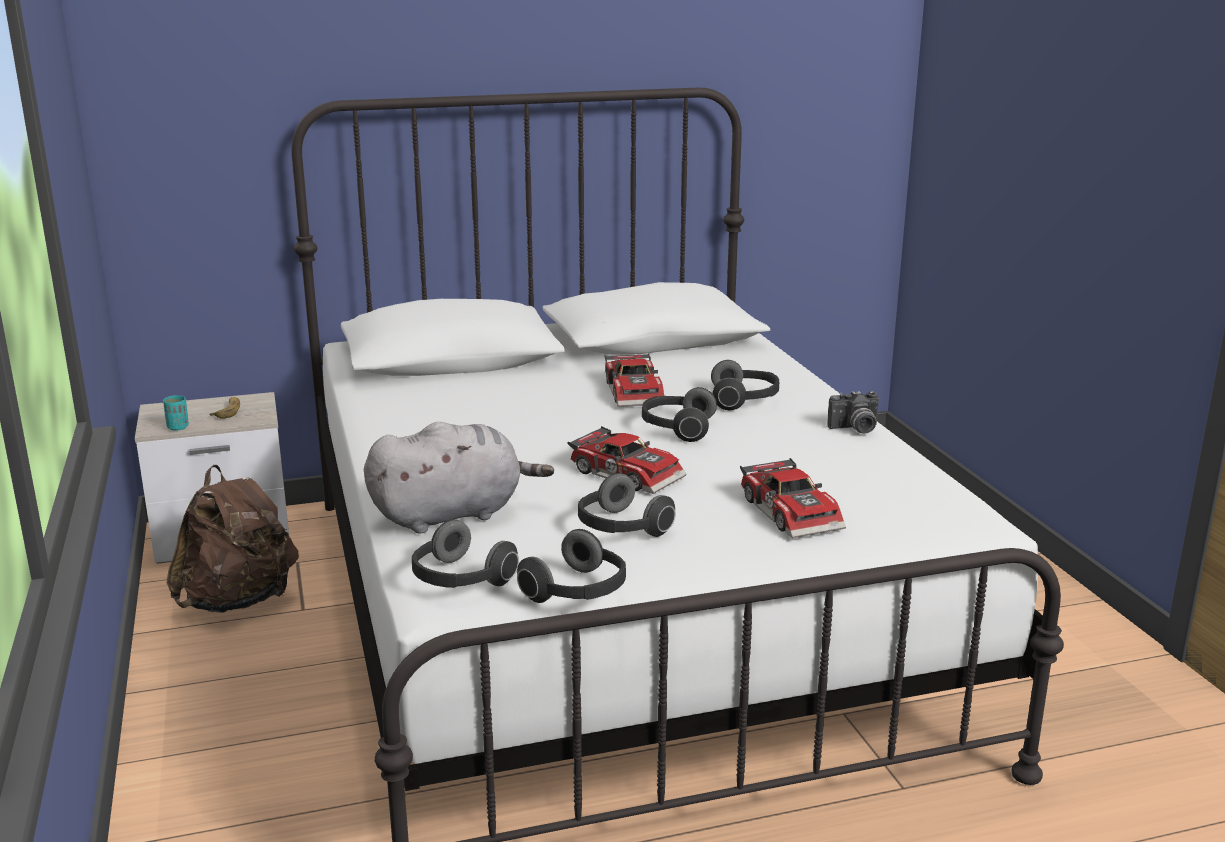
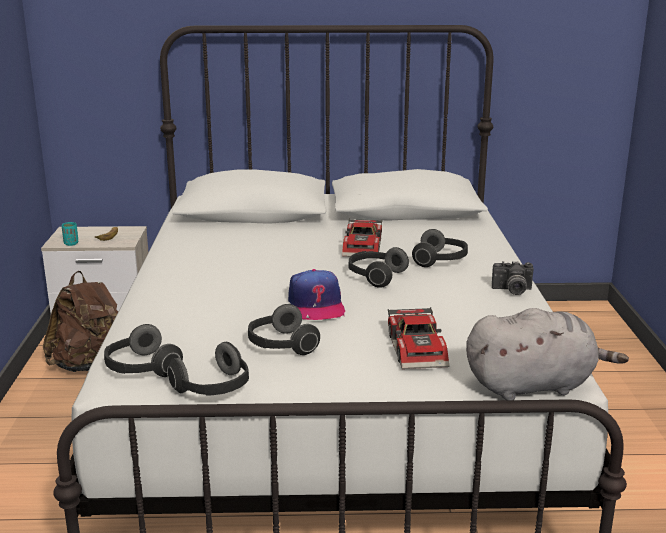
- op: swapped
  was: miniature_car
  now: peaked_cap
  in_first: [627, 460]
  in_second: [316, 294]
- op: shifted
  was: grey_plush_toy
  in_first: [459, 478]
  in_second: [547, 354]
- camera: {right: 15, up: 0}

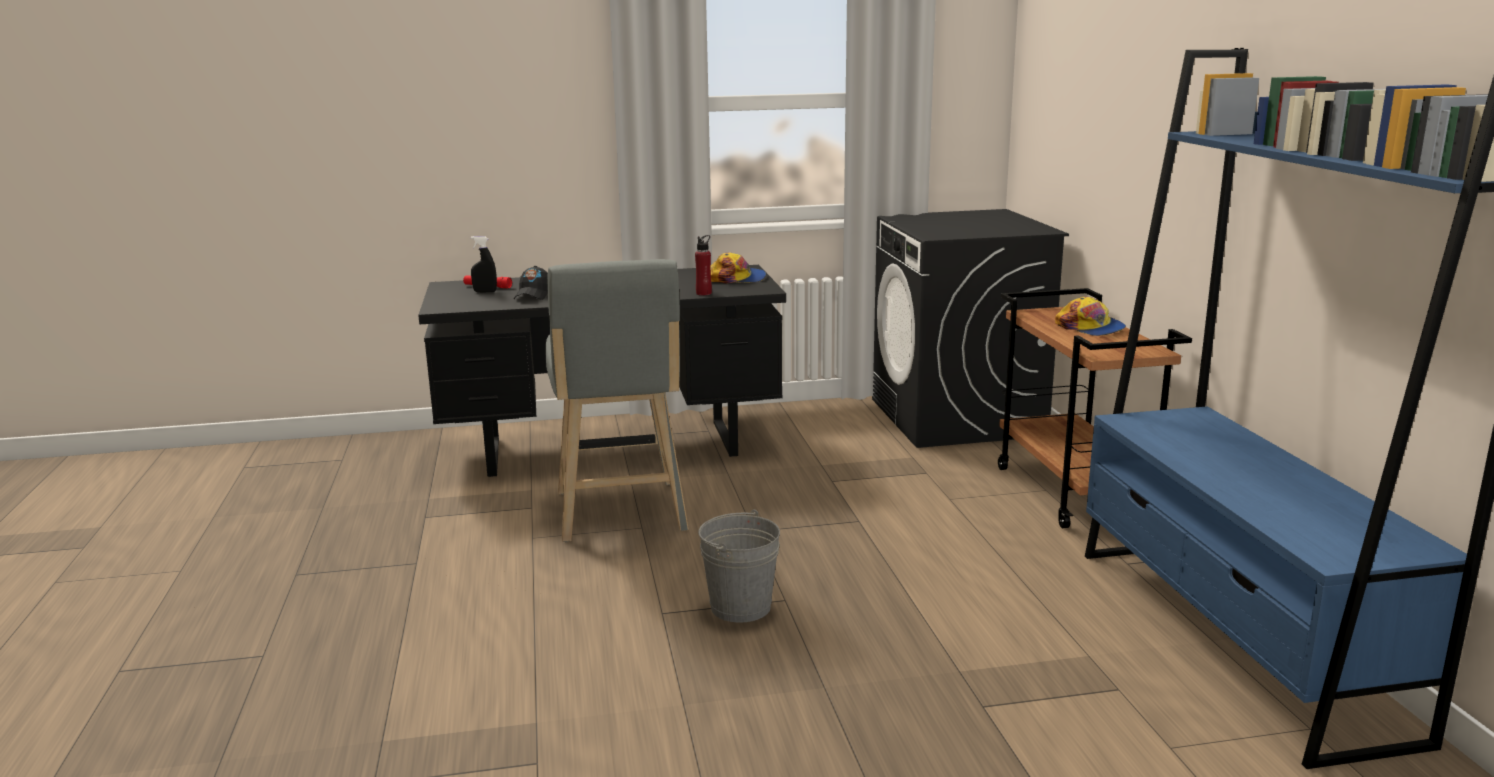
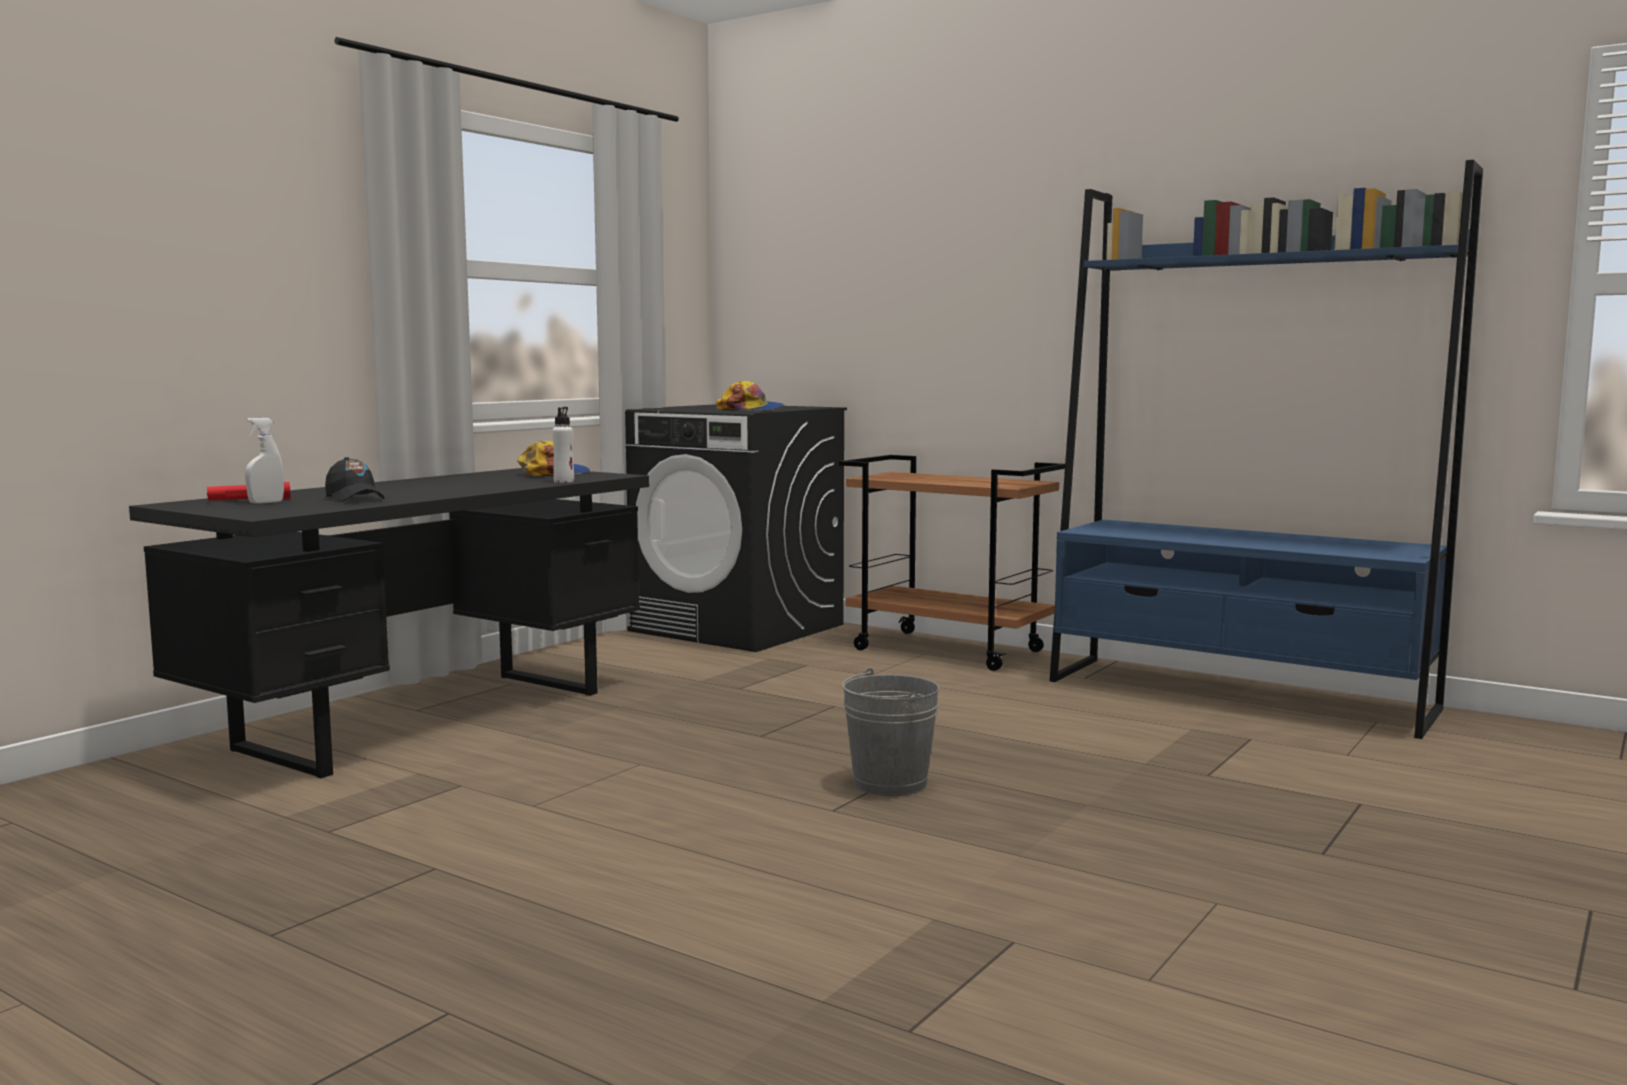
- op: repainted
  was: black-coloured_spray_bottle
  now: whitish_spray_bottle
  in_first: [484, 264]
  in_second: [264, 460]
- op: repainted
  was: red-coloured_drink_bottle
  now: whitish_drink_bottle
  in_first: [703, 265]
  in_second: [563, 445]
- op: shifted
  was: peaked_cap
  in_first: [1090, 316]
  in_second: [750, 396]
- op: gone
  was: grey_stool_seat
  in_first: [617, 400]
- camera: {right: -45, up: -10}

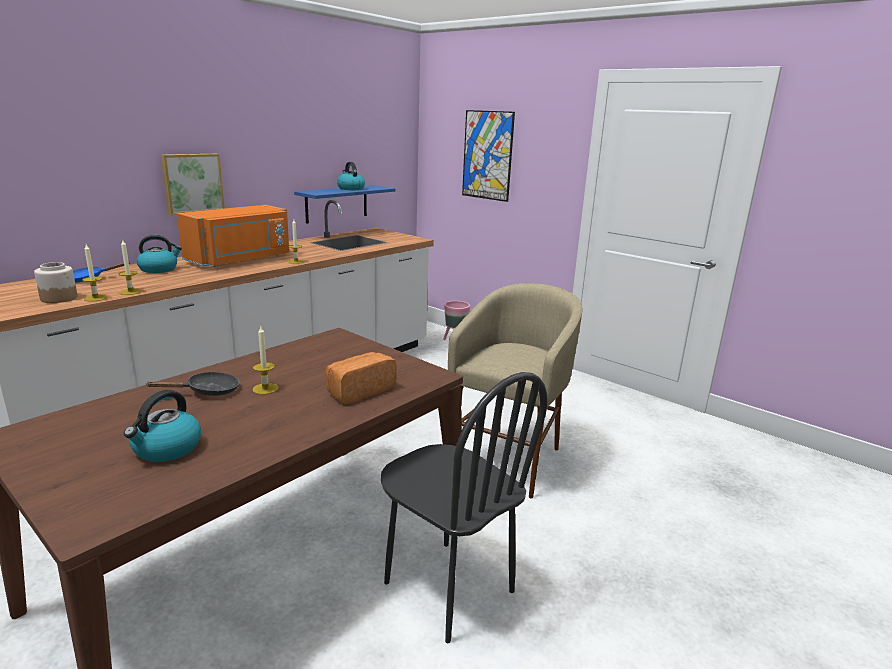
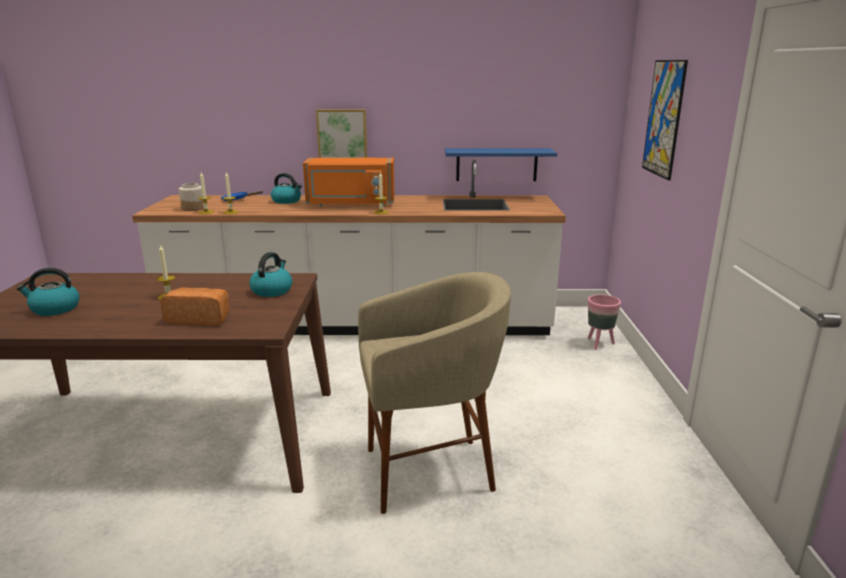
- op: shifted
  was: tea_kettle
  in_first: [351, 176]
  in_second: [271, 274]
- op: gone
  was: black-coloured_skillet
  in_first: [193, 384]
- op: gone
  was: black-coloured_upright_chair
  in_first: [464, 507]
- camera: {right: 50, up: 0}

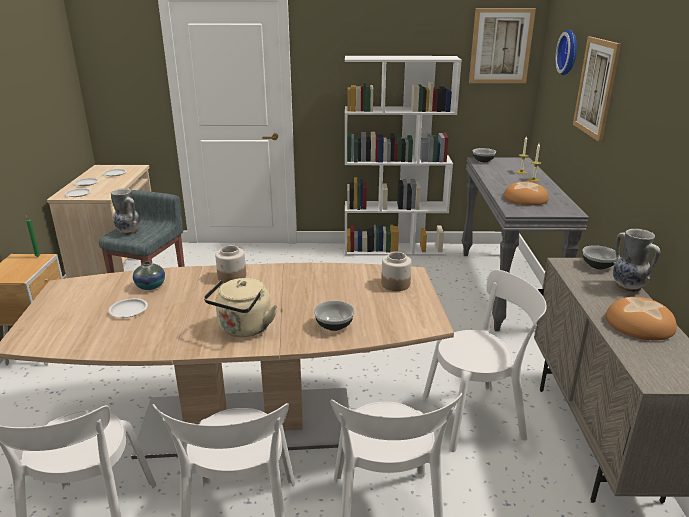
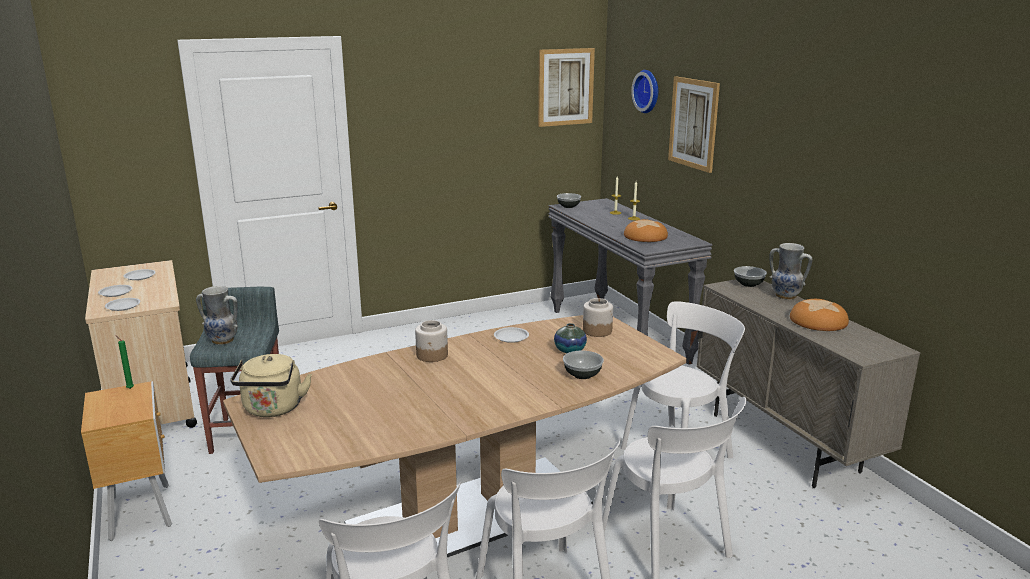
- op: shifted
  was: beige-coloured_tea_kettle
  in_first: [240, 307]
  in_second: [271, 385]
- op: shifted
  was: whitish_dinner_plate
  in_first: [128, 308]
  in_second: [511, 335]
- op: shifted
  was: decorative_vase
  in_first: [149, 275]
  in_second: [570, 338]
- op: gone
  was: whitish_bookcase
  in_first: [403, 156]
- camera: {right: -25, up: -5}

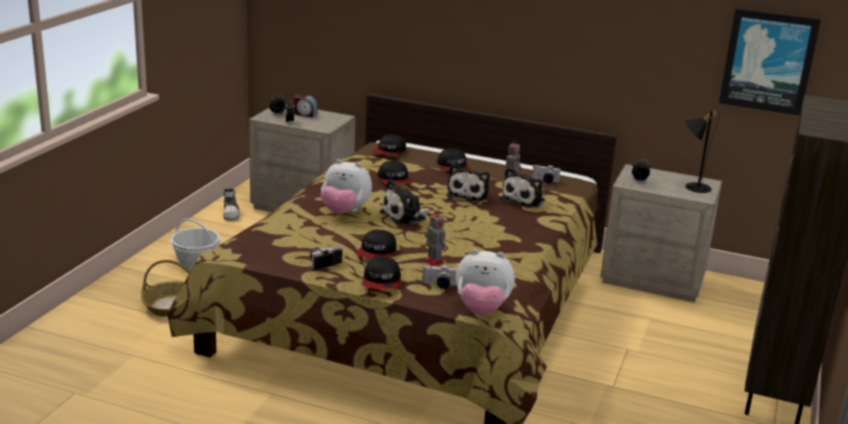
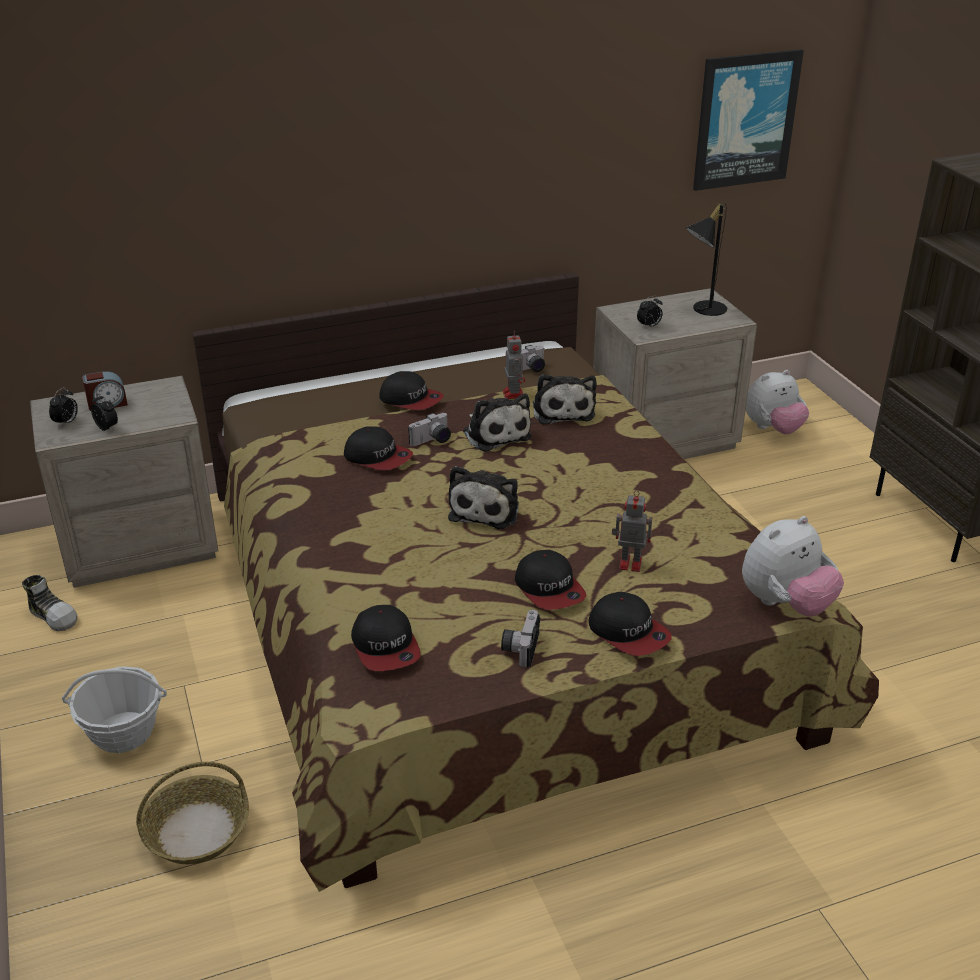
- op: shifted
  was: peaked_cap
  in_first: [389, 145]
  in_second: [386, 638]
- op: shifted
  was: photo_camera
  in_first: [439, 276]
  in_second: [429, 429]
- op: shifted
  was: plush_toy
  in_first: [346, 186]
  in_second: [777, 402]
- camera: {right: -40, up: 10}

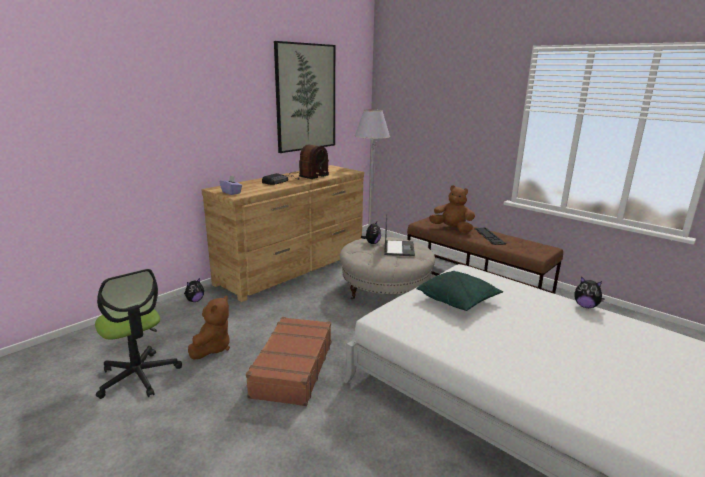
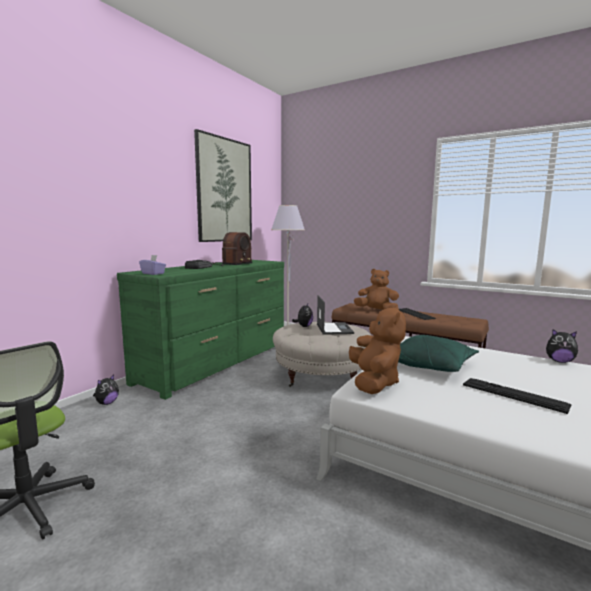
- op: repainted
  was: brown-coloured_dresser
  now: green-coloured_dresser
  in_first: [283, 233]
  in_second: [200, 330]
- op: shifted
  was: brown-coloured_plush_toy
  in_first: [209, 327]
  in_second: [377, 349]
- op: new
  now: computer_keyboard
  in_second: [517, 396]
- op: gone
  was: brown-coloured_suitcase
  in_first: [288, 361]
- camera: {right: -10, up: -10}

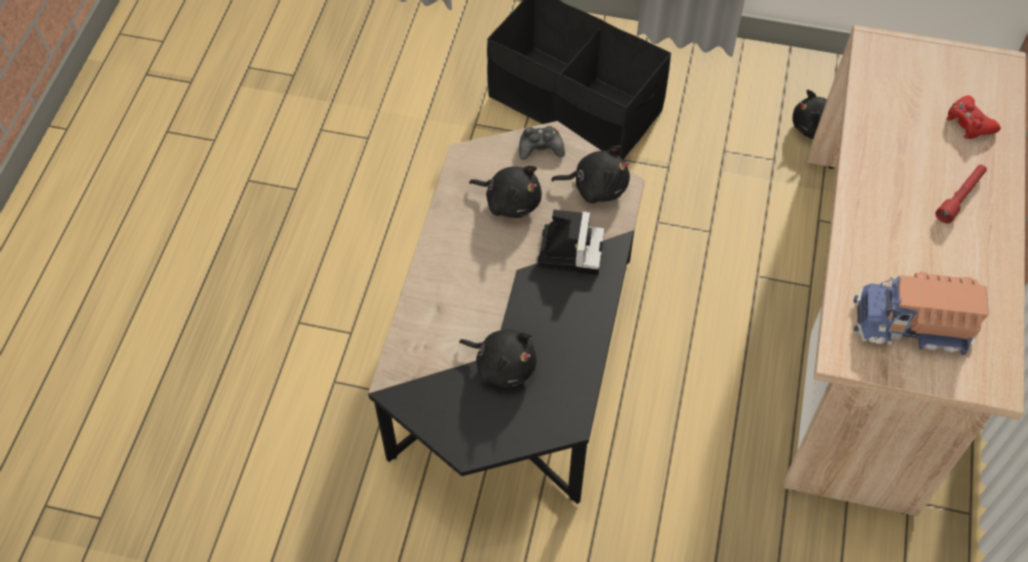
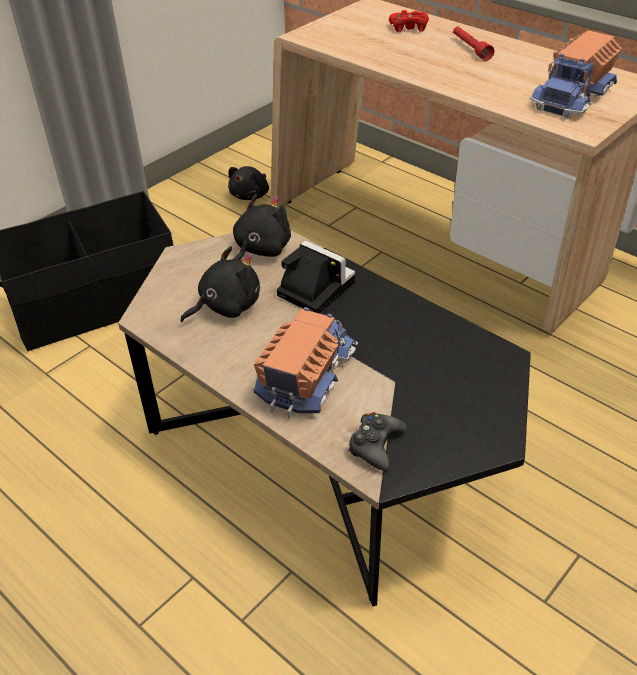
- op: new
  now: model_truck
  in_second: [306, 363]
- op: shifted
  was: black-coloured_gamepad
  in_first: [542, 143]
  in_second: [377, 441]
- op: gone
  was: black-coloured_plush_toy
  in_first: [498, 358]
- camera: {right: -60, up: -15}

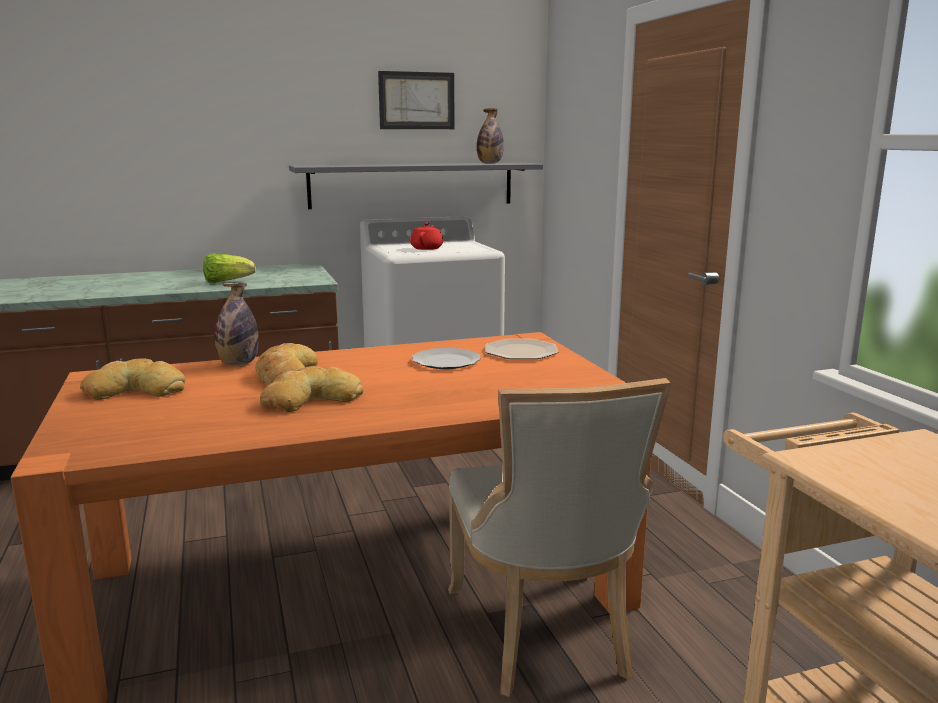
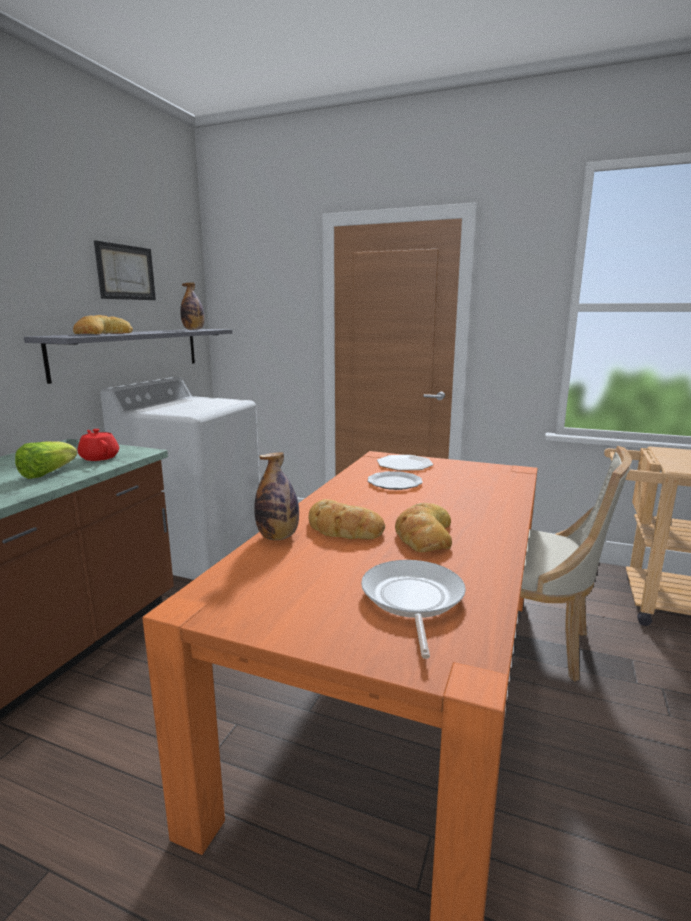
- op: shifted
  was: baked_bread
  in_first: [132, 379]
  in_second: [103, 324]
- op: shifted
  was: red-coloured_pot_for_tea
  in_first: [426, 236]
  in_second: [98, 445]
- op: new
  now: skillet
  in_second: [413, 609]
- camera: {right: -50, up: 0}

